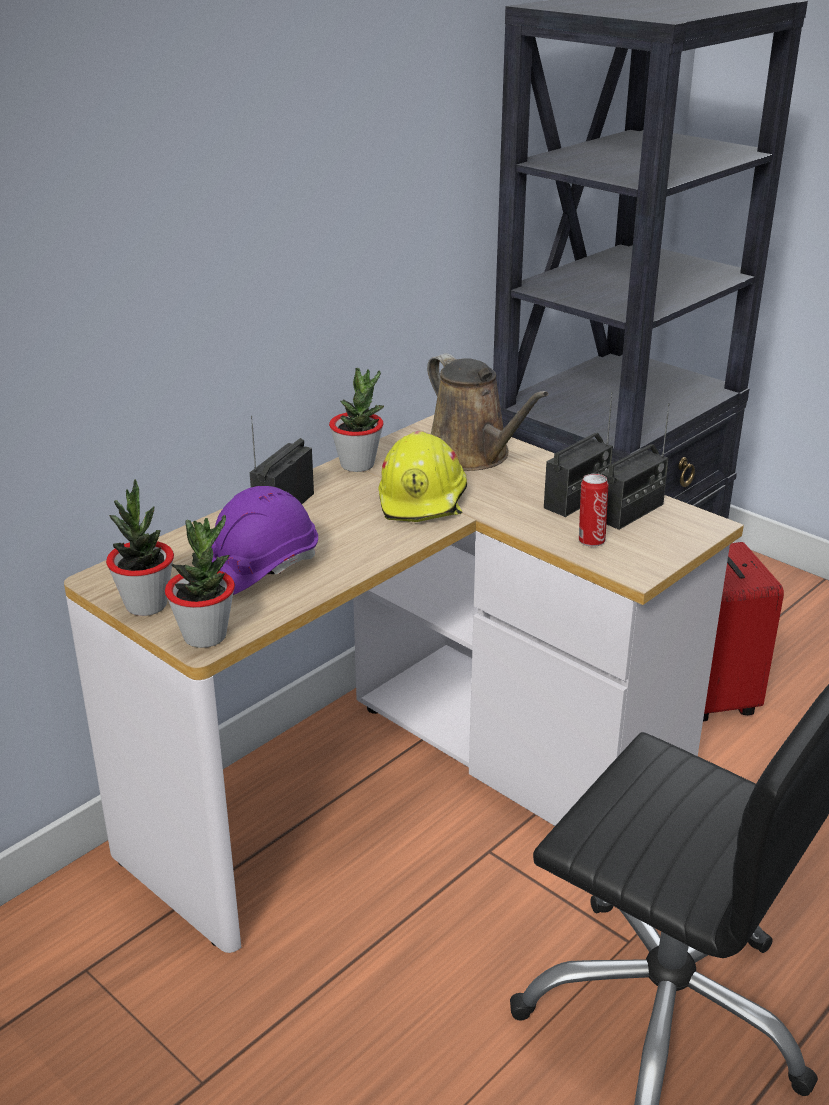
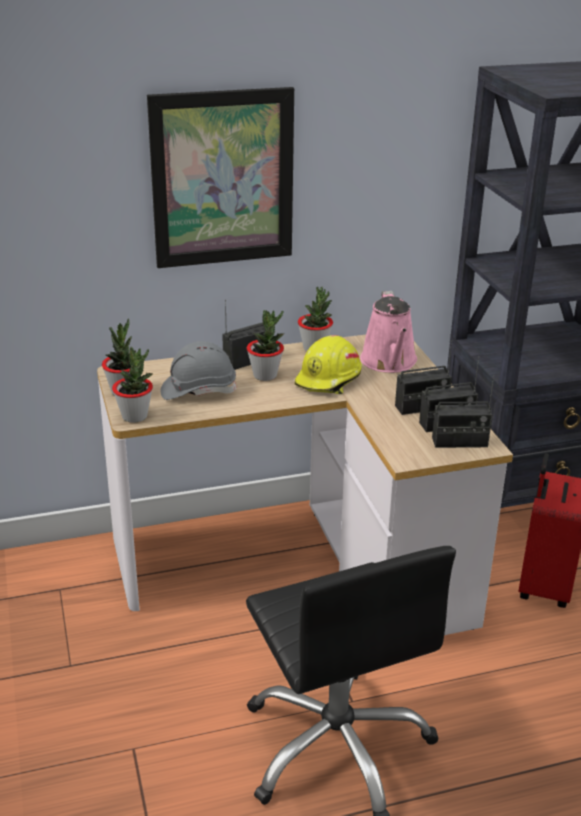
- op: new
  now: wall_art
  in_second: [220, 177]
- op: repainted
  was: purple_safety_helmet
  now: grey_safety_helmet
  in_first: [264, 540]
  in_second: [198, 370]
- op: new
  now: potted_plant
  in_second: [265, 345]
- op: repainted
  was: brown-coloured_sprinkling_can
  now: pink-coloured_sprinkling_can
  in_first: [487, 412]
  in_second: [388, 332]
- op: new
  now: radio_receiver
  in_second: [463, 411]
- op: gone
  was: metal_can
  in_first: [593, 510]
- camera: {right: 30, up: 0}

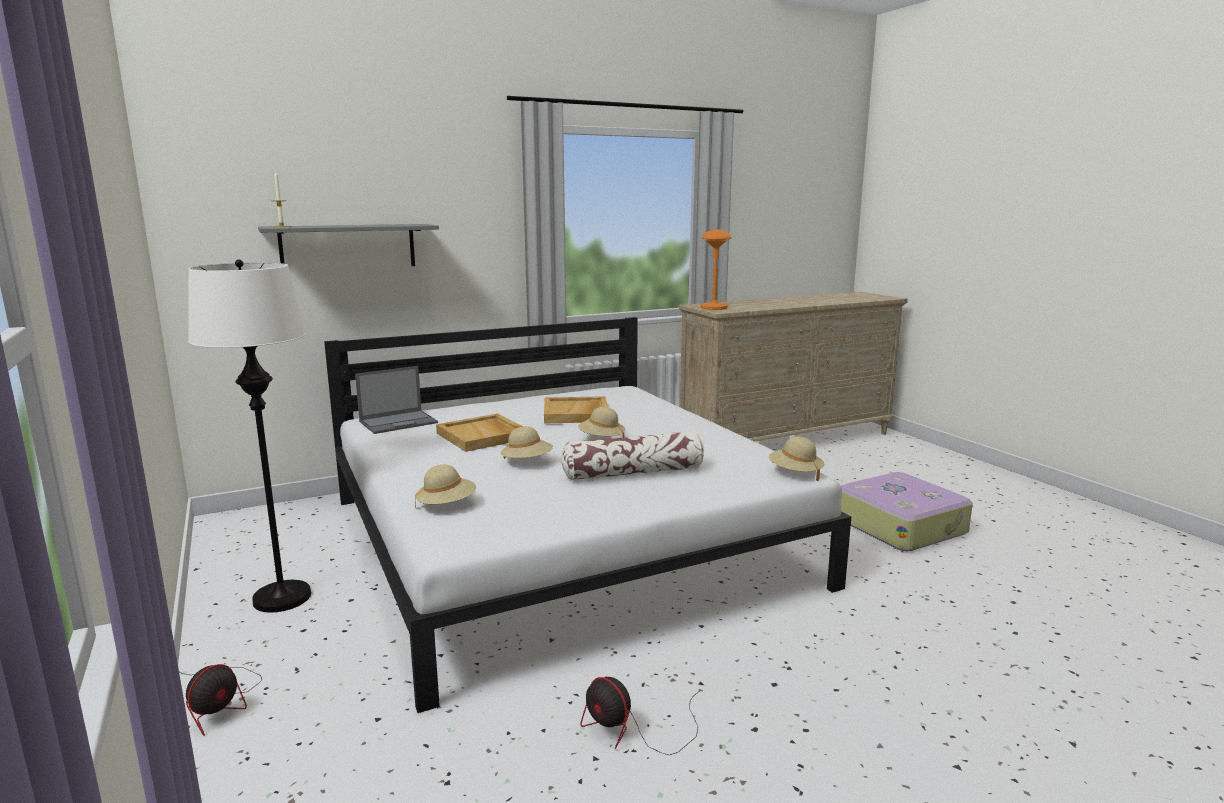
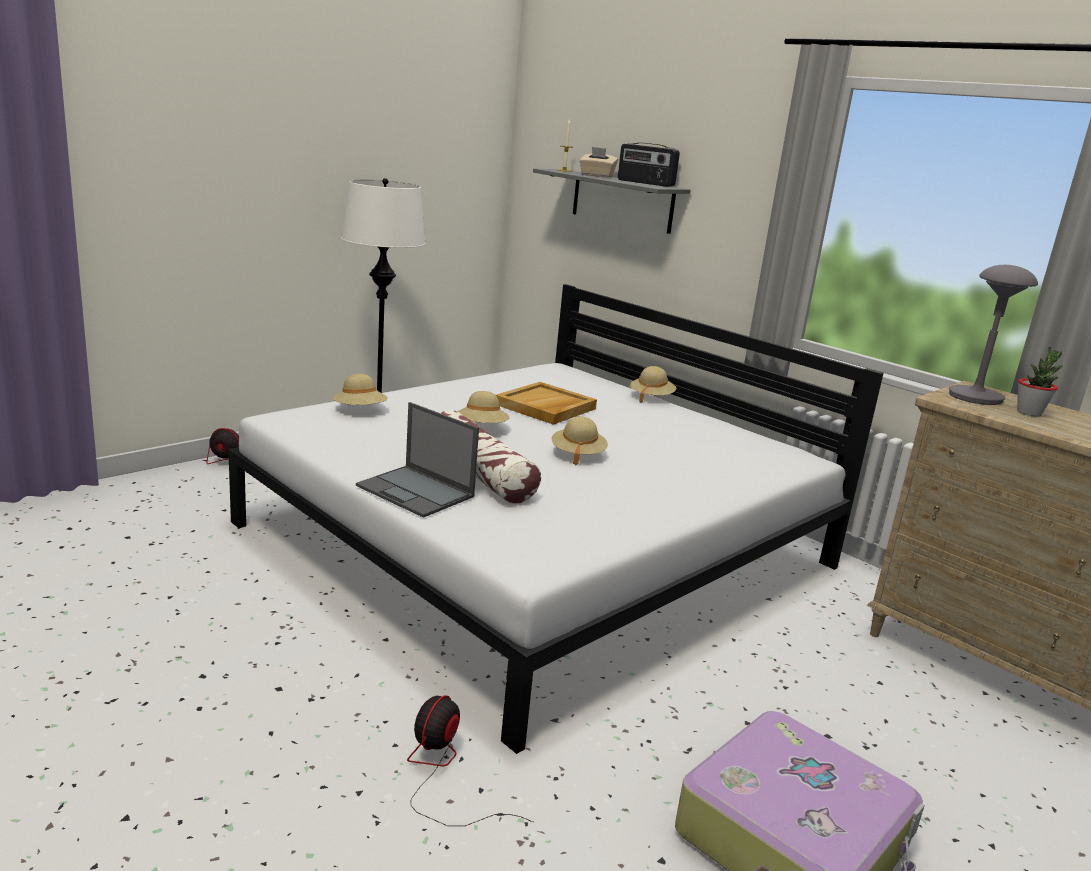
- op: shifted
  was: laptop
  in_first: [396, 400]
  in_second: [417, 460]
- op: shifted
  was: fan
  in_first: [640, 716]
  in_second: [470, 760]
- op: new
  now: beige-coloured_tissue_holder
  in_second: [598, 162]
- op: new
  now: radio_receiver
  in_second: [649, 165]
- op: shifted
  was: beige-coloured_wearable_hat
  in_first: [796, 459]
  in_second: [653, 384]
- op: repainted
  was: orange_tabletop_lamp
  now: grey_tabletop_lamp
  in_first: [716, 270]
  in_second: [993, 335]
- op: new
  now: potted_plant
  in_second: [1039, 381]
- op: gone
  was: beige-coloured_carrying_tray
  in_first: [576, 410]
- camera: {right: 70, up: 5}

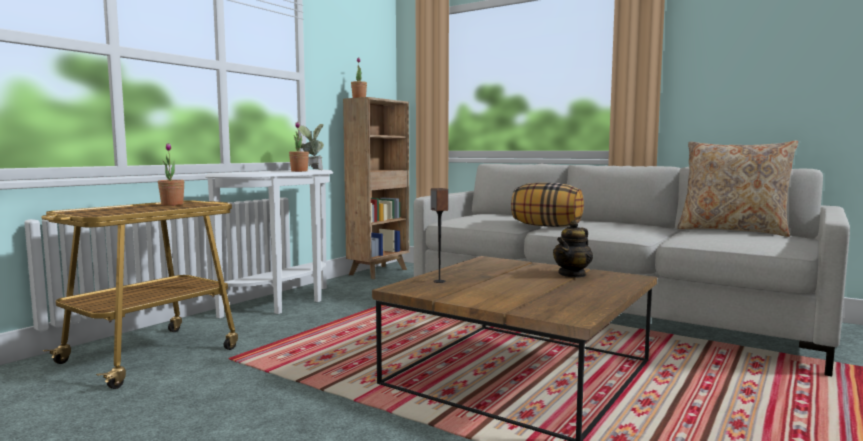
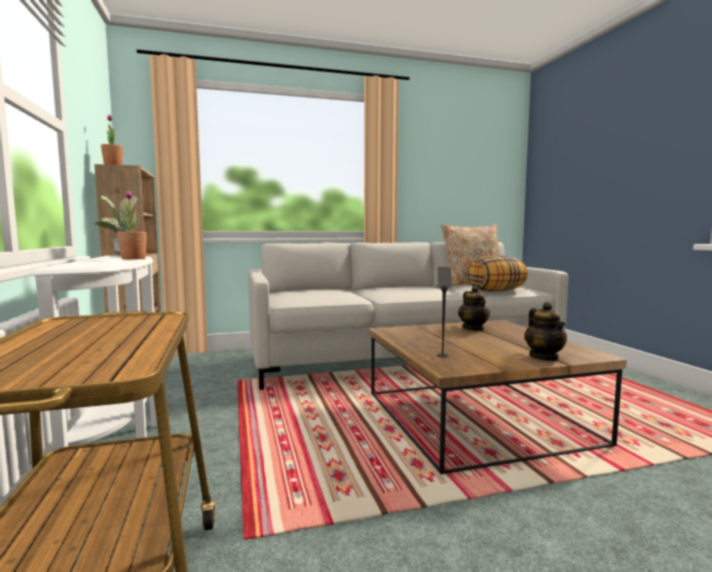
- op: shifted
  was: throw_pillow
  in_first: [547, 205]
  in_second: [497, 273]
- op: new
  now: pot_for_tea
  in_second: [545, 331]
- op: gone
  was: potted_plant
  in_first: [171, 174]
- camera: {right: -50, up: 0}

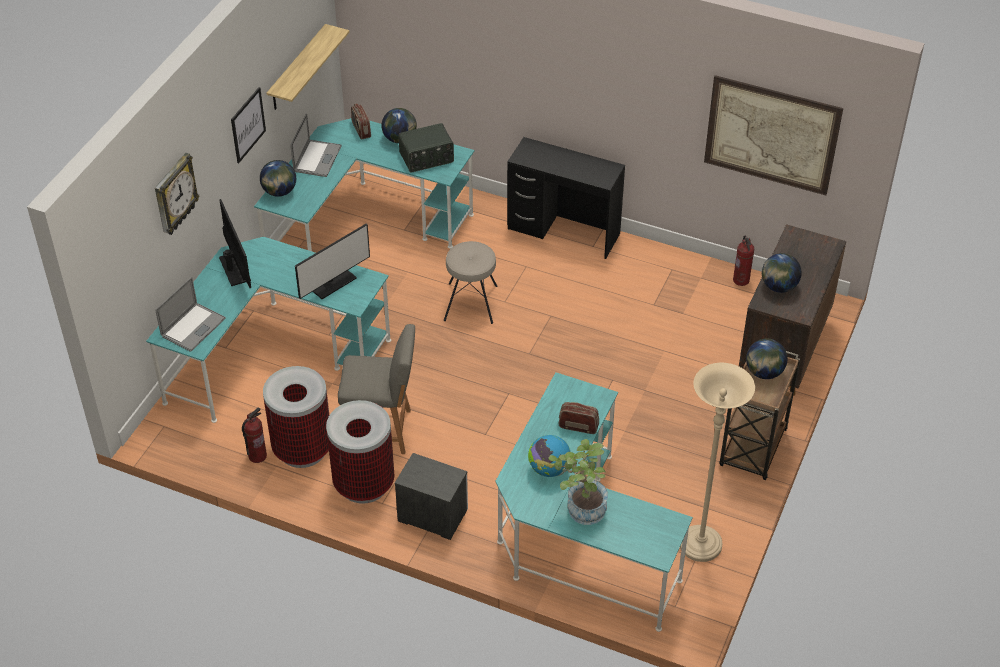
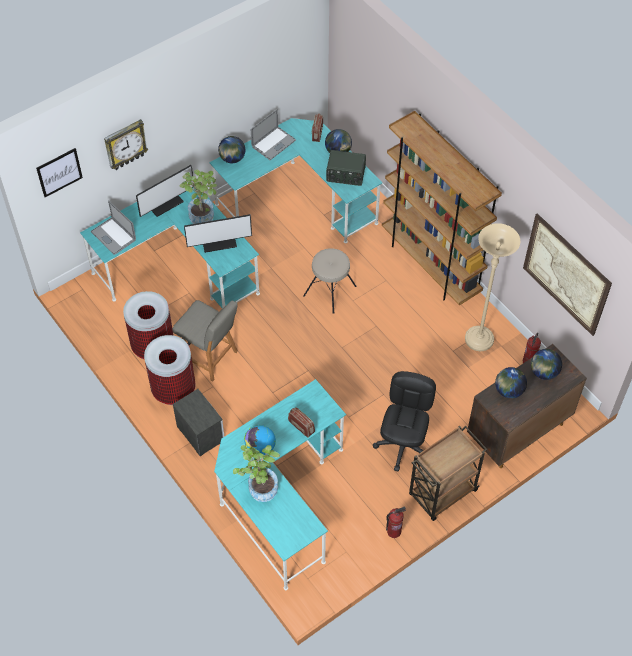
- op: shifted
  was: wall_art
  in_first: [248, 125]
  in_second: [59, 172]
- op: rotated
  was: laptop
  in_first: [190, 314]
  in_second: [113, 227]
  clockwise: 75
- op: rotated
  was: computer_display
  in_first: [235, 243]
  in_second: [165, 191]
  clockwise: 45
- op: new
  now: potted_plant
  in_second: [198, 197]
- op: new
  now: black-coloured_desk_chair
  in_second: [404, 421]
- op: swapped
  was: black-coloured_desk_unit
  now: brown-coloured_bookcase
  in_first: [566, 198]
  in_second: [442, 208]
- op: shifted
  was: fire-fighting_cylinder
  in_first: [254, 435]
  in_second: [396, 522]
- op: shifted
  was: beige-coloured_standing_lamp
  in_first: [717, 462]
  in_second: [492, 287]
- op: shifted
  was: world_globe
  in_first: [766, 358]
  in_second: [546, 364]
- op: gone
  was: bracket_shelf
  in_first: [308, 67]
- camera: {right: 30, up: 10}

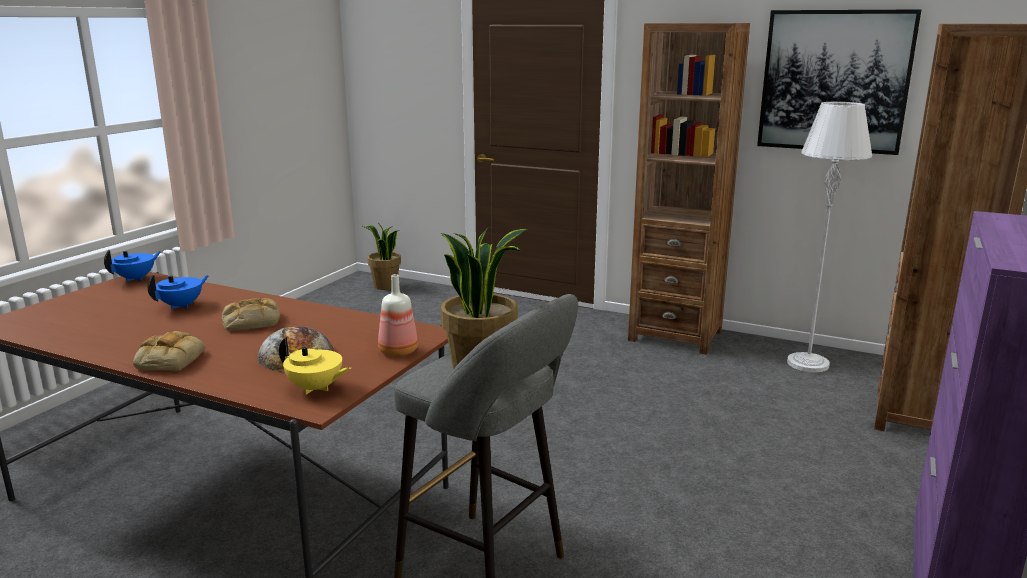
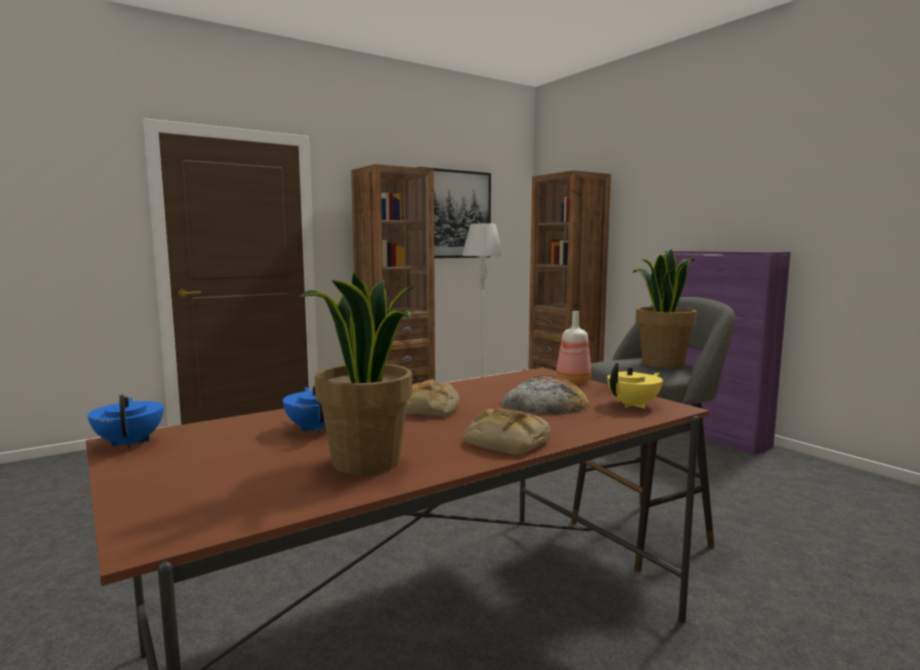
- op: shifted
  was: potted_plant
  in_first: [381, 256]
  in_second: [357, 373]
- camera: {right: -60, up: -10}

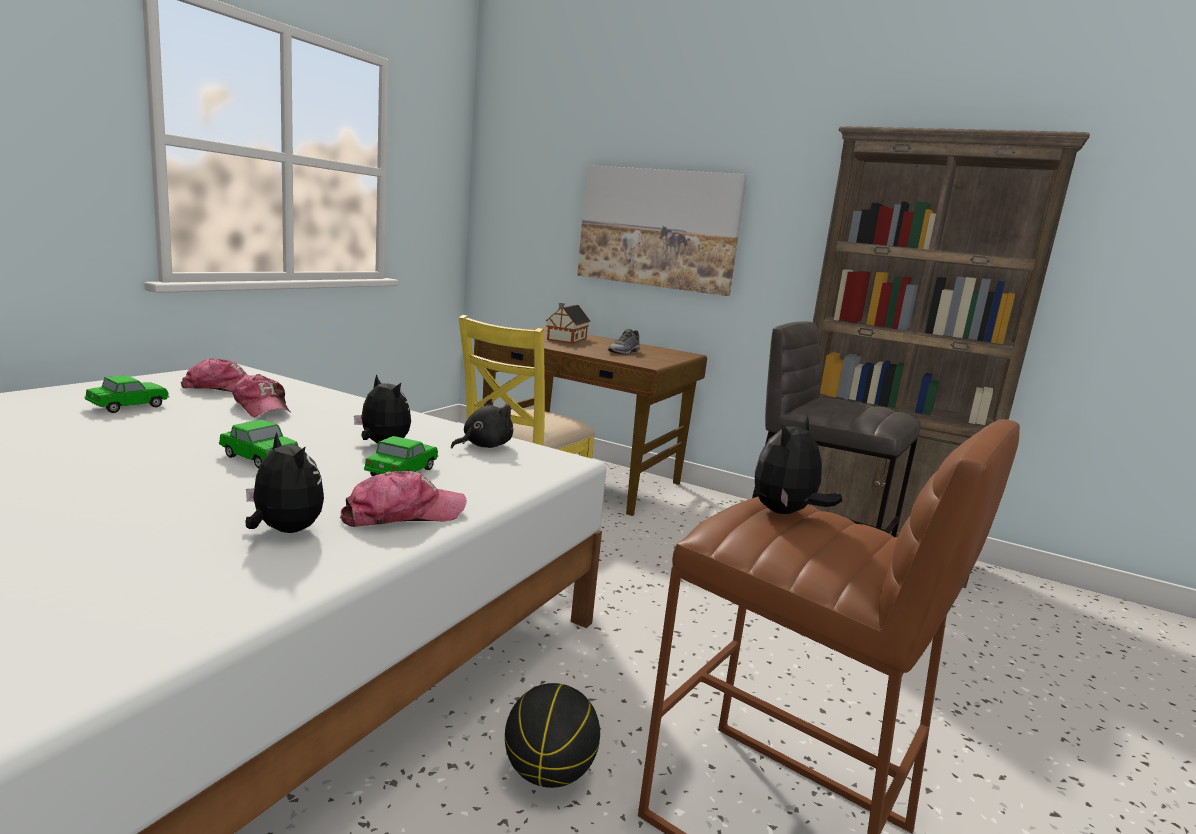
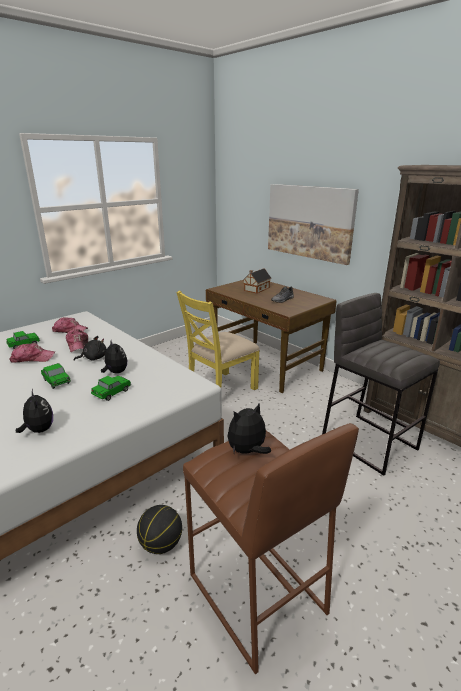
- op: shifted
  was: peaked_cap
  in_first: [403, 499]
  in_second: [32, 353]
- op: shifted
  was: black-coloured_plush_toy
  in_first: [482, 423]
  in_second: [90, 348]
- camera: {right: 20, up: 10}

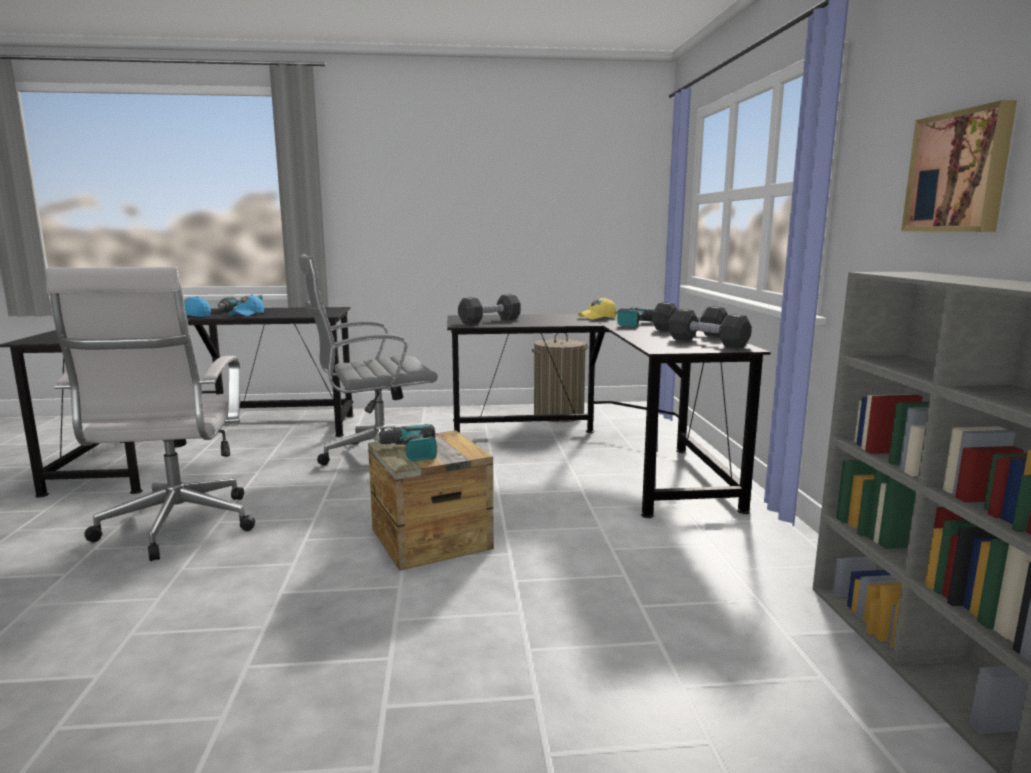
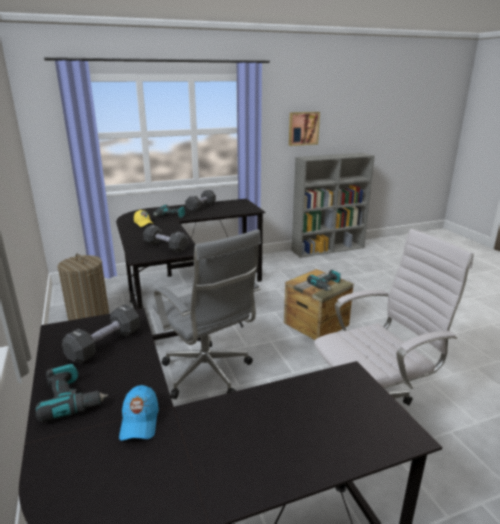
- op: shifted
  was: black-coloured_hand_weight
  in_first: [710, 328]
  in_second: [101, 334]
- op: gone
  was: blue-coloured_peaked_cap
  in_first: [246, 305]
- camera: {right: -105, up: 10}

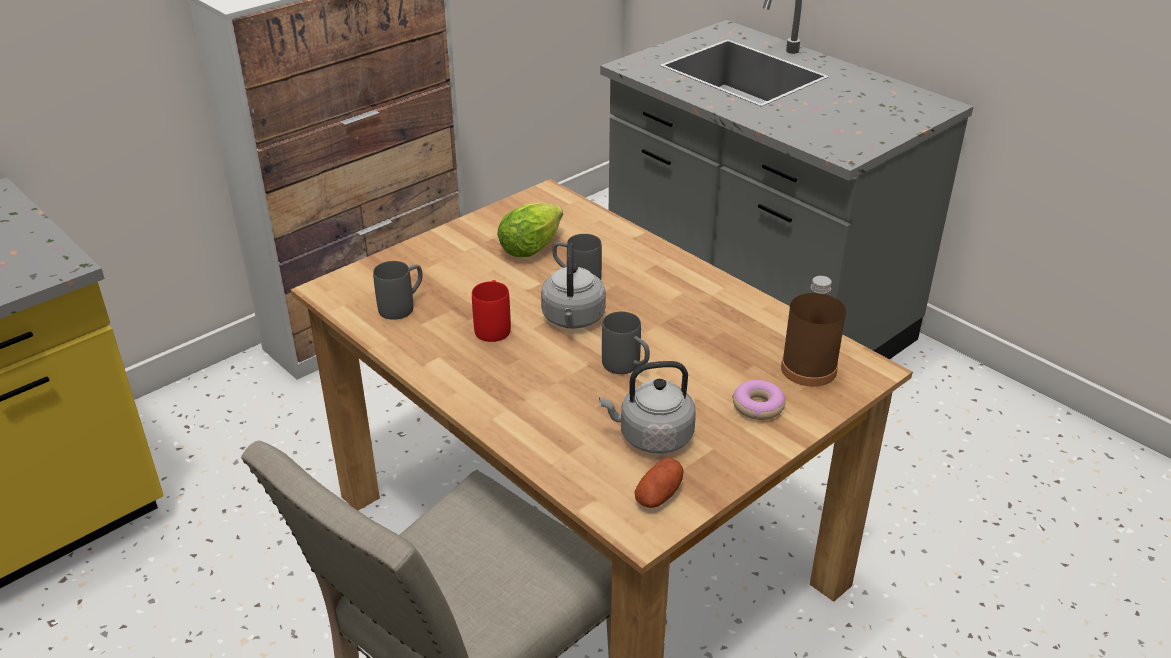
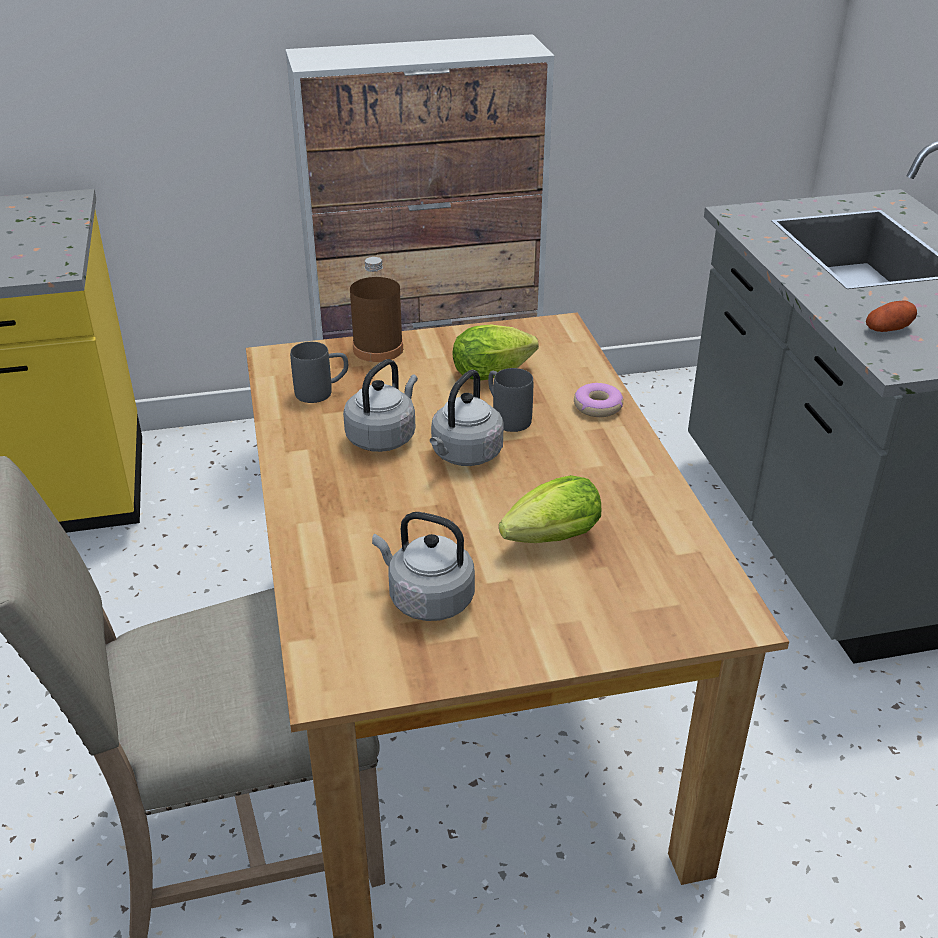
- op: swapped
  was: red-coloured_coffee_mug
  now: grey_tea_kettle
  in_first: [491, 311]
  in_second: [380, 405]
- op: shifted
  was: brown-coloured_drink_bottle
  in_first: [813, 331]
  in_second: [376, 309]
- op: new
  now: head_of_lettuce
  in_second: [550, 509]
- op: shifted
  was: donut
  in_first: [759, 400]
  in_second: [598, 400]
- op: shifted
  was: whole_potato
  in_first: [659, 483]
  in_second: [891, 316]
- op: gone
  was: grey_coffee_mug
  in_first: [626, 342]
- camera: {right: 30, up: 0}

